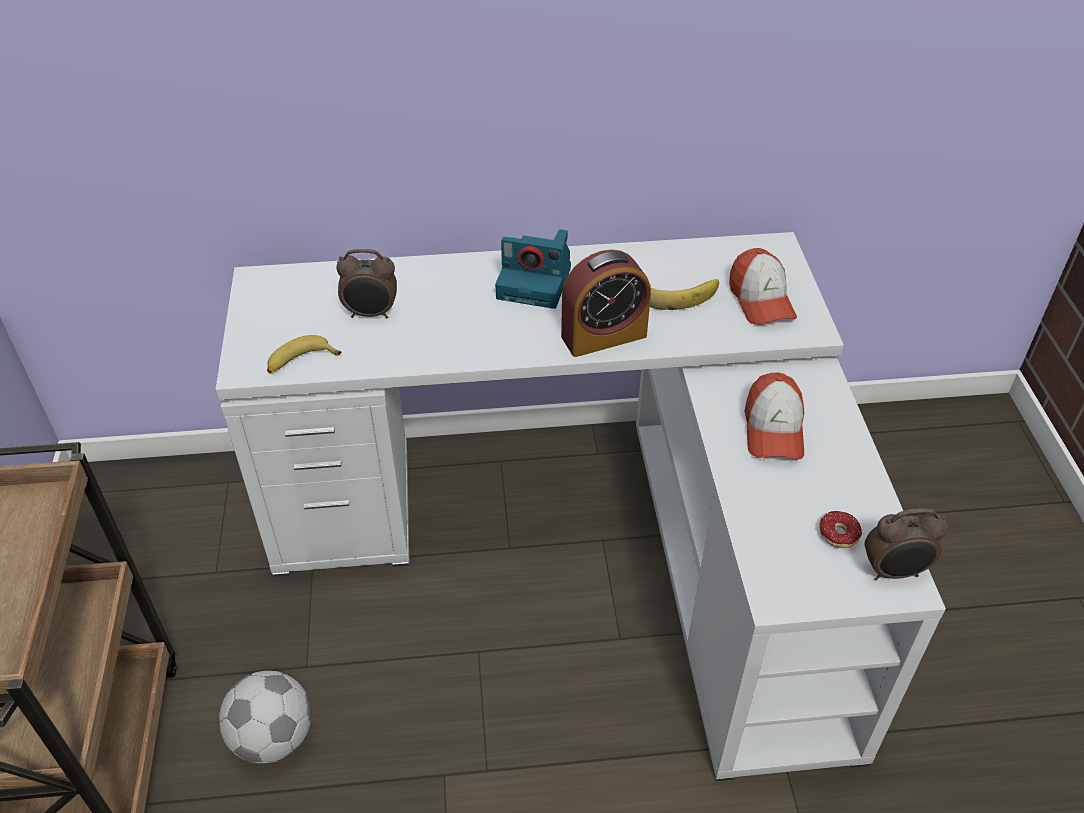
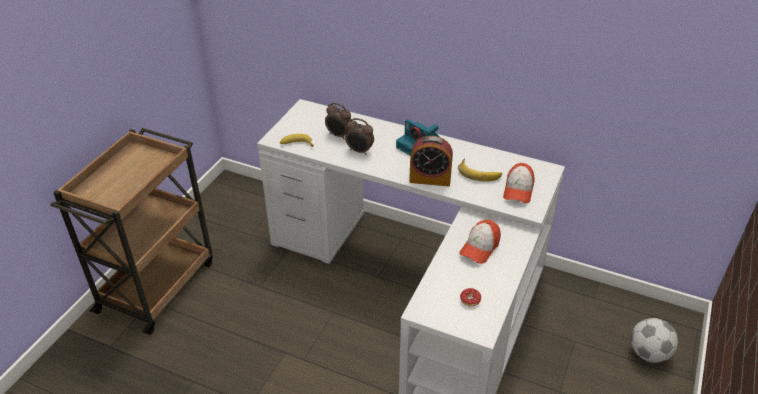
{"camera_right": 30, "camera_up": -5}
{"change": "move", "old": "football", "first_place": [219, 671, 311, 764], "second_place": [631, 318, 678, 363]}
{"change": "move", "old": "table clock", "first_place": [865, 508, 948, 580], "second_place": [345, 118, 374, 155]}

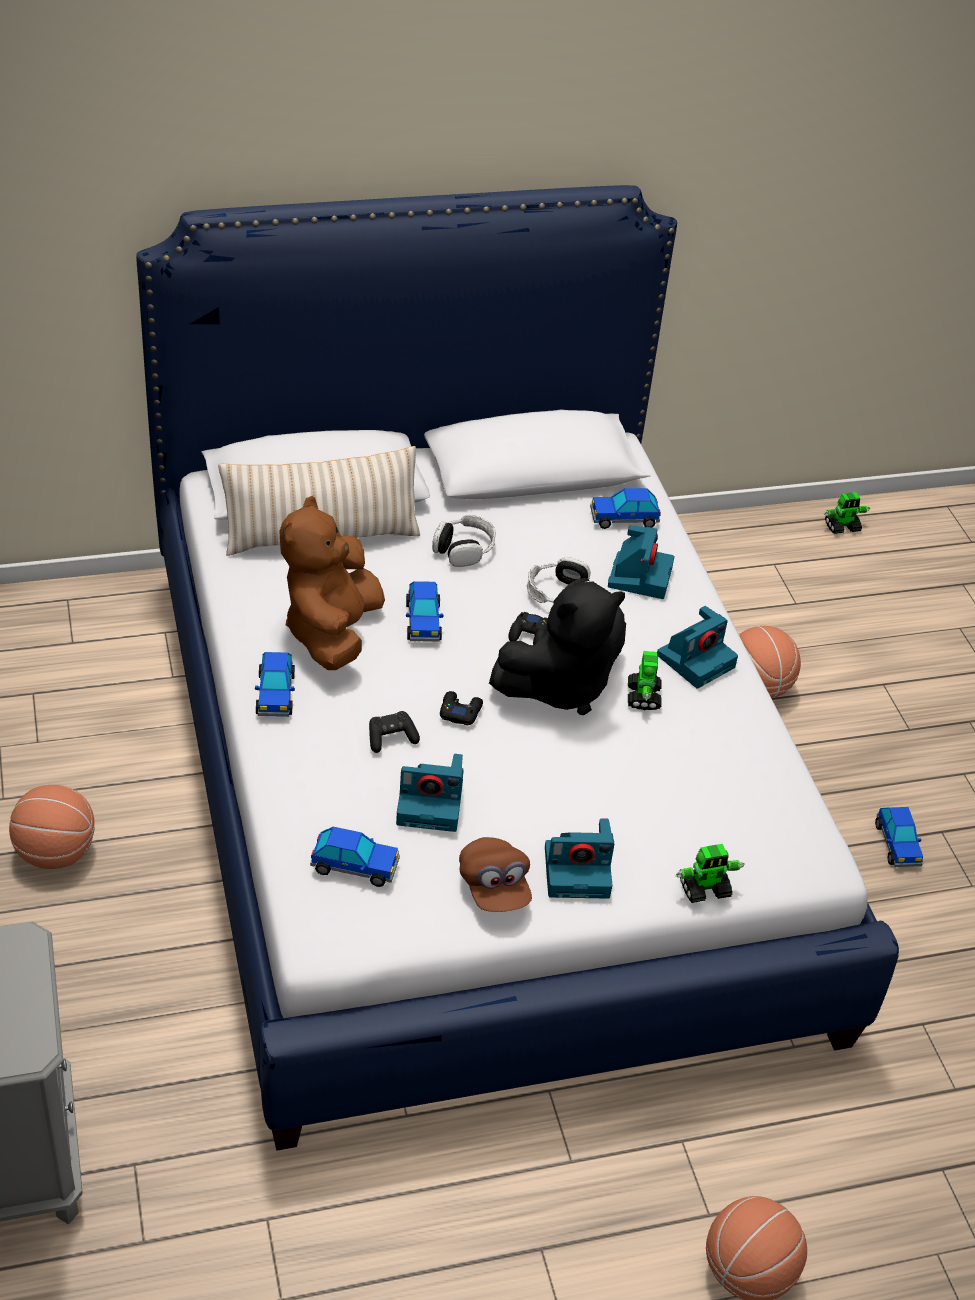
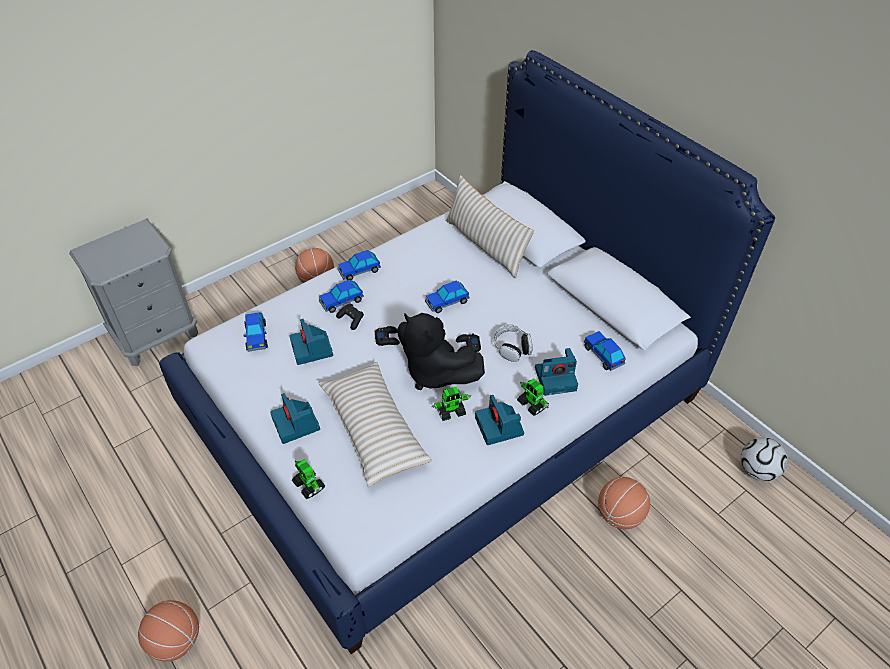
{"camera_right": 70, "camera_up": 5}
{"change": "delete", "old": "cuddly toy (brown)", "first_place": [279, 496, 385, 670]}
{"change": "delete", "old": "headset", "first_place": [432, 515, 495, 567]}
{"change": "delete", "old": "peaked cap (brown)", "first_place": [459, 837, 532, 912]}
{"change": "rotate", "old": "photo camera", "first_place": [657, 606, 738, 689], "second_place": [475, 395, 524, 445], "degrees": 45}
{"change": "move", "old": "robot figure", "first_place": [824, 492, 870, 534], "second_place": [517, 379, 549, 416]}
{"change": "move", "old": "model car", "first_place": [875, 807, 923, 867], "second_place": [319, 280, 364, 313]}
{"change": "insert", "new": "pillow (beige)", "second_place": [319, 362, 432, 487]}
{"change": "insert", "new": "football", "second_place": [741, 437, 788, 481]}

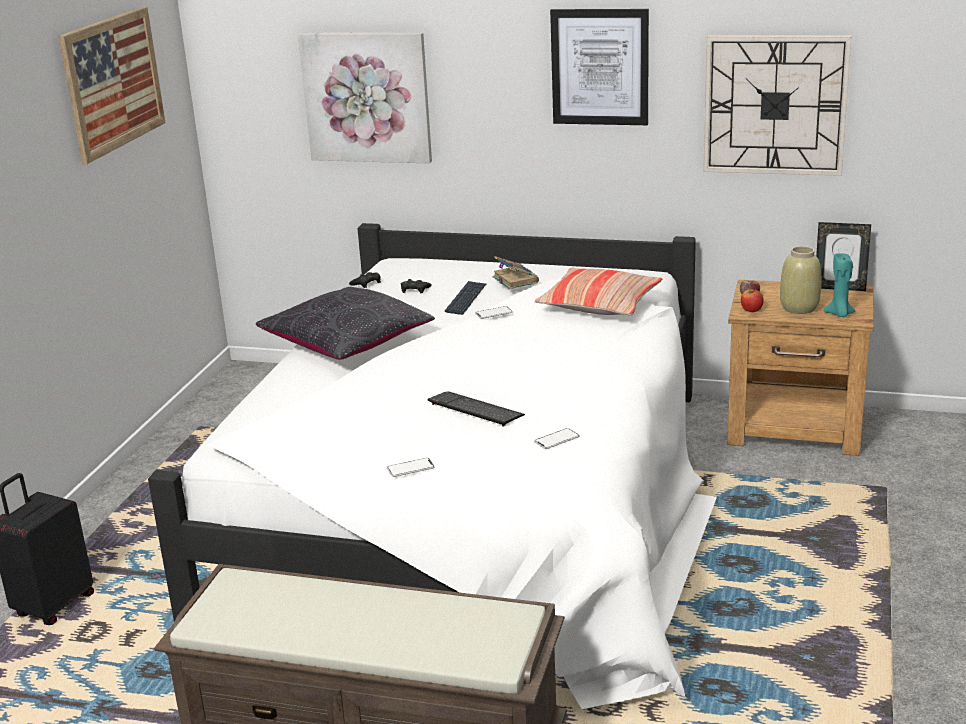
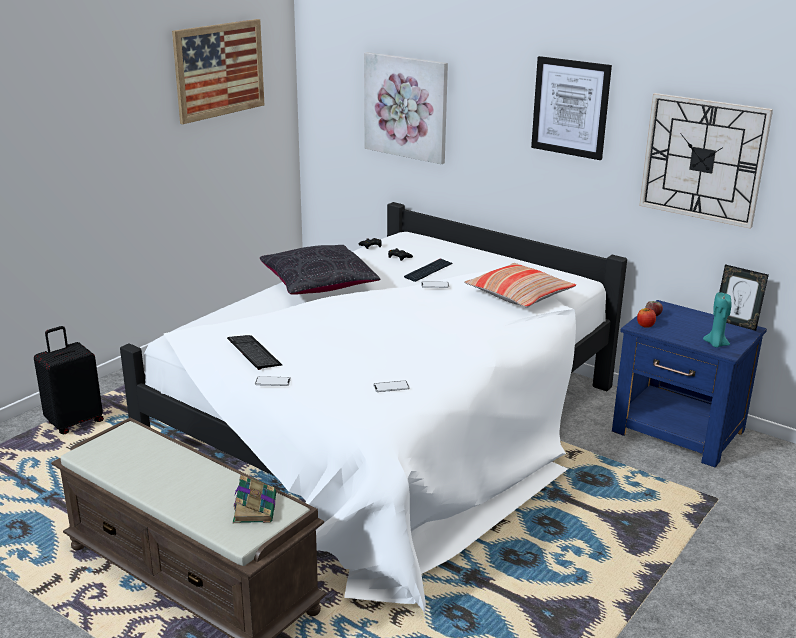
{"camera_right": 20, "camera_up": 0}
{"change": "move", "old": "keyboard", "first_place": [428, 391, 525, 427], "second_place": [227, 335, 282, 370]}
{"change": "move", "old": "volume", "first_place": [493, 256, 539, 290], "second_place": [233, 475, 276, 523]}
{"change": "recolor", "old": "nightstand (brown)", "new": "nightstand (blue)", "first_place": [727, 280, 874, 456], "second_place": [612, 300, 767, 468]}
{"change": "delete", "old": "flower vase (beige)", "first_place": [780, 246, 821, 314]}

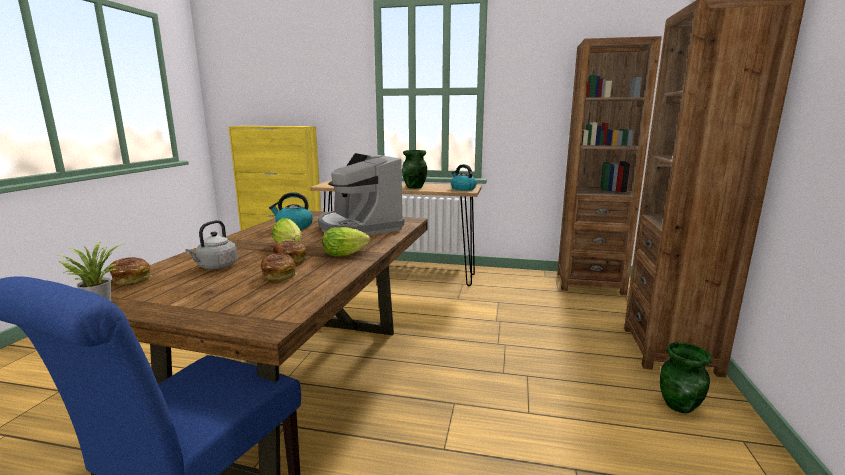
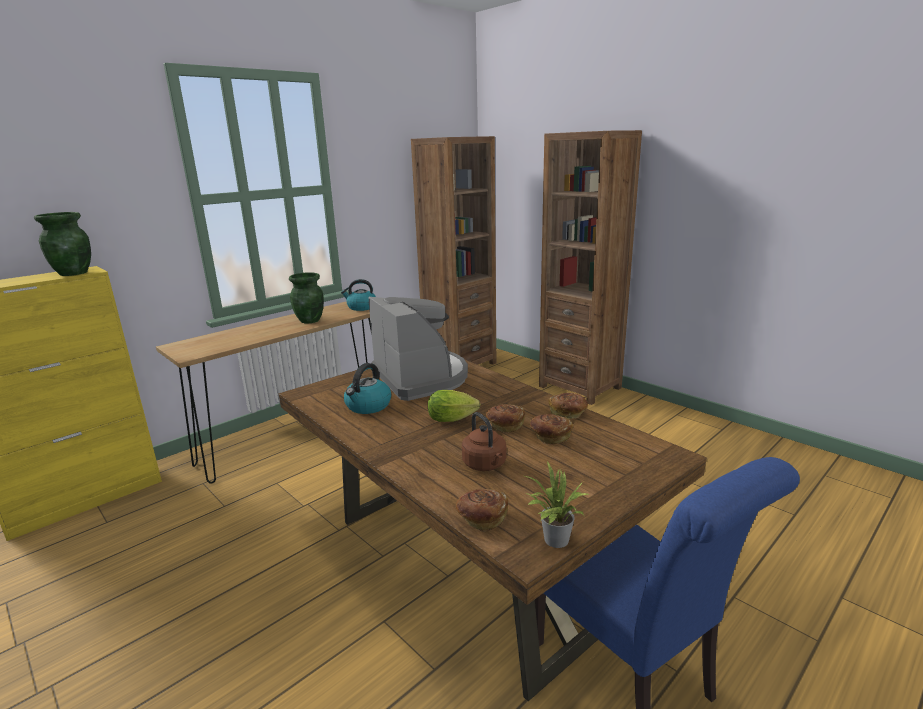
{"camera_right": -55, "camera_up": 5}
{"change": "recolor", "old": "tea kettle (grey)", "new": "tea kettle (brown)", "first_place": [185, 220, 238, 269], "second_place": [462, 412, 506, 471]}
{"change": "rotate", "old": "coffee brewer", "first_place": [318, 153, 404, 235], "second_place": [368, 297, 468, 401], "degrees": -120}
{"change": "delete", "old": "lettuce", "first_place": [322, 227, 370, 256]}
{"change": "move", "old": "flower vase (greenish)", "first_place": [660, 342, 712, 413], "second_place": [34, 212, 91, 276]}
{"change": "insert", "new": "baked bread", "second_place": [549, 393, 588, 419]}

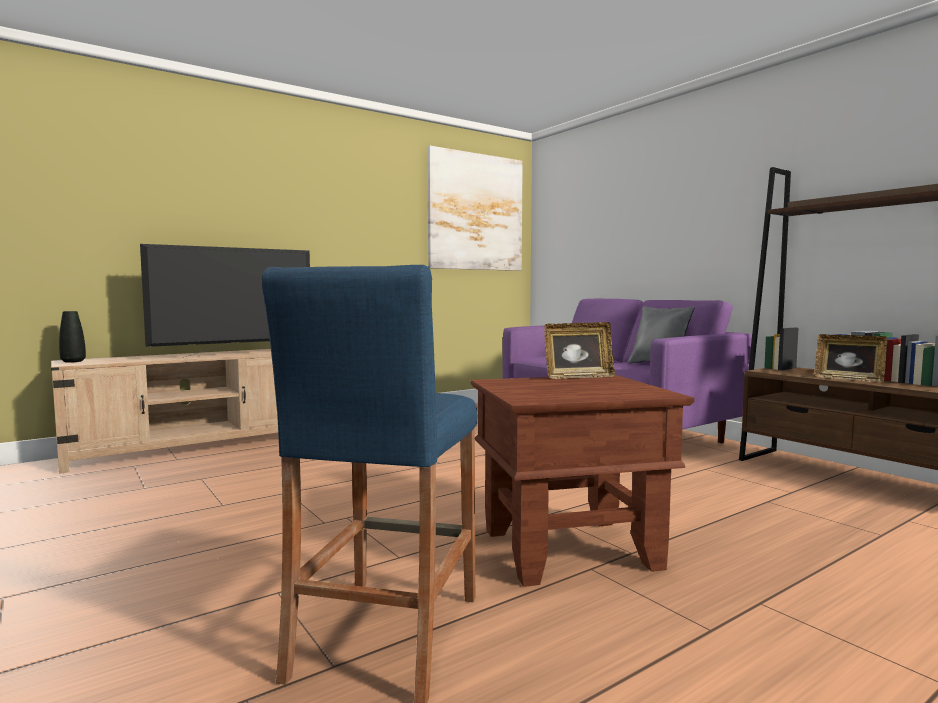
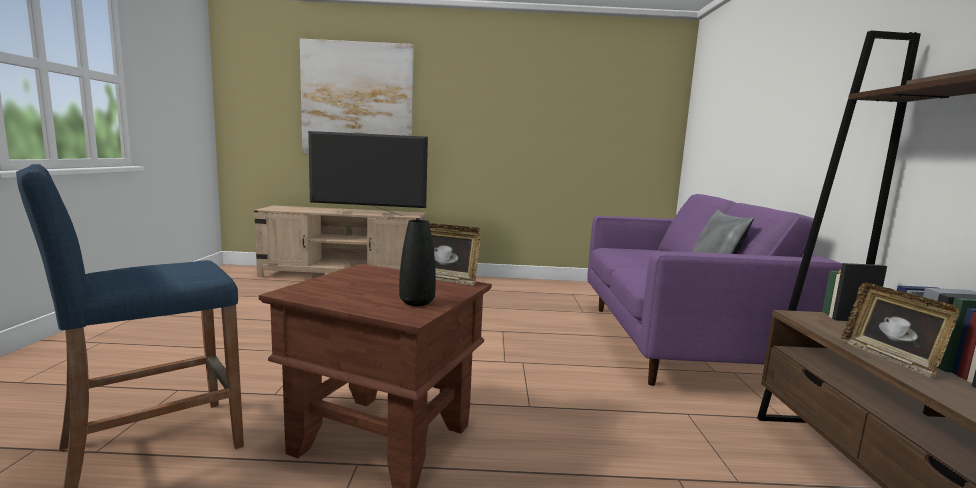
{"camera_right": 35, "camera_up": 5}
{"change": "move", "old": "flower vase (blackish)", "first_place": [59, 311, 86, 363], "second_place": [399, 220, 436, 306]}
{"change": "move", "old": "wall picture", "first_place": [427, 146, 523, 271], "second_place": [300, 39, 414, 154]}

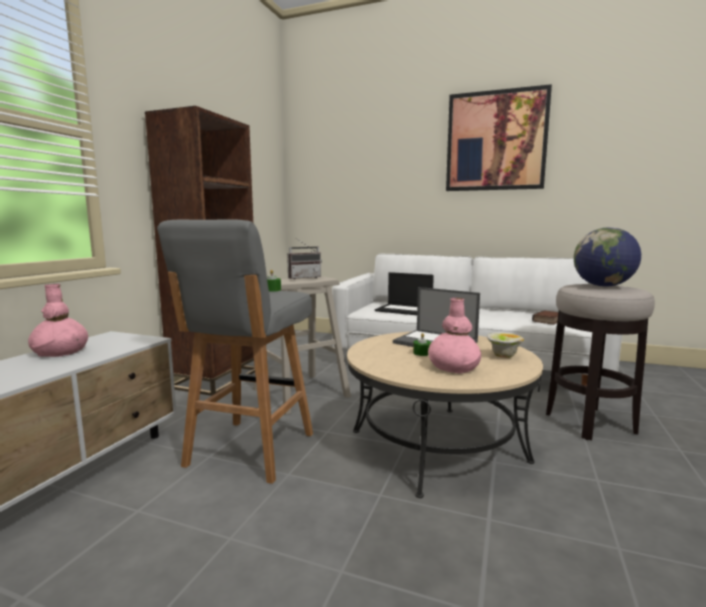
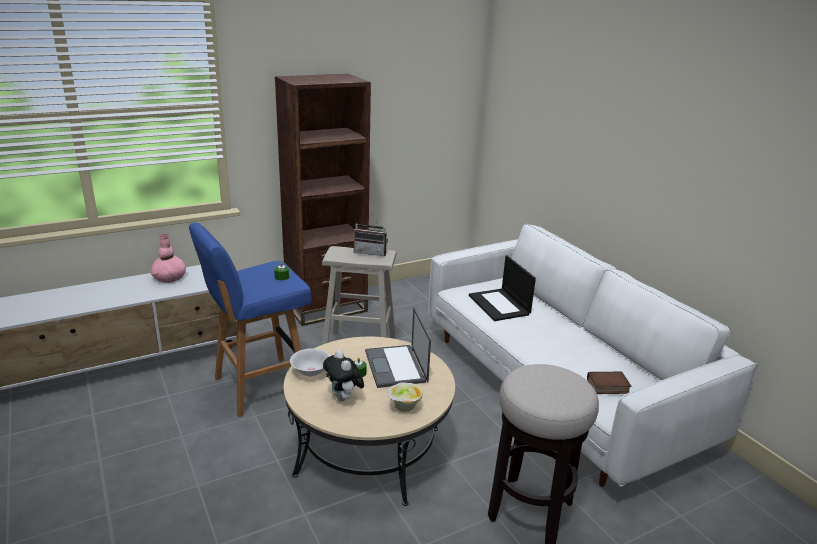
{"camera_right": 40, "camera_up": 15}
{"change": "recolor", "old": "stool (grey)", "new": "stool (blue)", "first_place": [157, 219, 313, 484], "second_place": [189, 222, 312, 417]}
{"change": "replace", "old": "flower vase (pink-coloured)", "new": "cuddly toy", "first_place": [428, 297, 481, 374], "second_place": [323, 350, 364, 401]}
{"change": "delete", "old": "wall picture", "first_place": [446, 84, 552, 191]}
{"change": "delete", "old": "world globe", "first_place": [574, 227, 641, 287]}
{"change": "insert", "new": "bowl (white-coloured)", "second_place": [290, 348, 330, 377]}

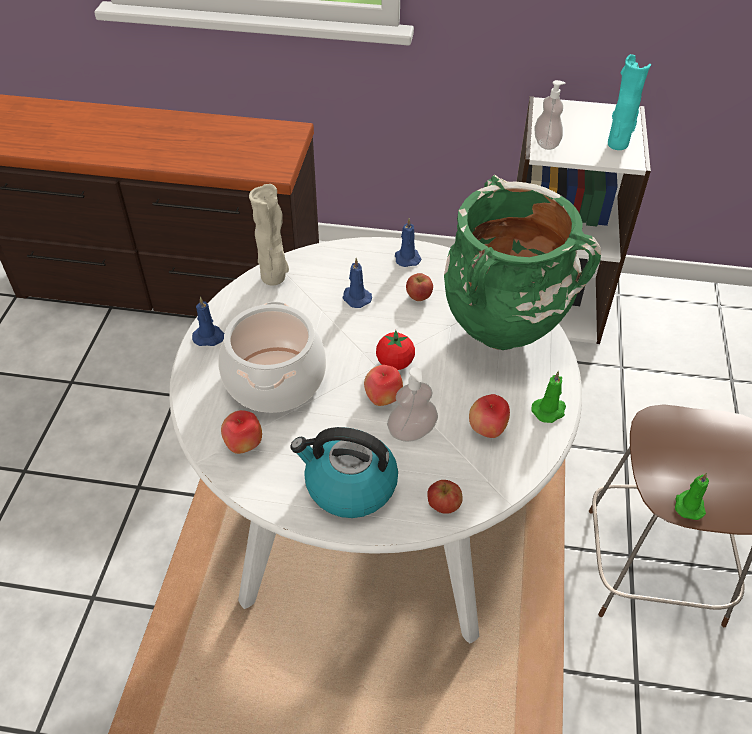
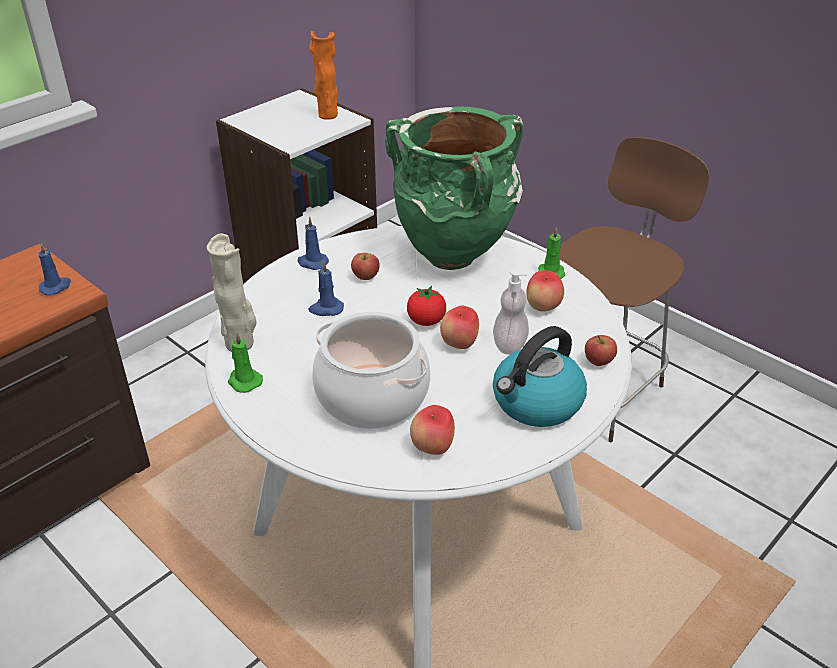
{"camera_right": -55, "camera_up": -10}
{"change": "move", "old": "wax candle (blue)", "first_place": [192, 296, 224, 346], "second_place": [39, 243, 71, 296]}
{"change": "delete", "old": "soap bottle", "first_place": [534, 80, 566, 150]}
{"change": "recolor", "old": "flower vase (turquoise-coloured)", "new": "flower vase (orange-coloured)", "first_place": [608, 54, 651, 150], "second_place": [309, 31, 338, 120]}
{"change": "move", "old": "wax candle (greenish)", "first_place": [675, 473, 709, 520], "second_place": [228, 332, 263, 393]}

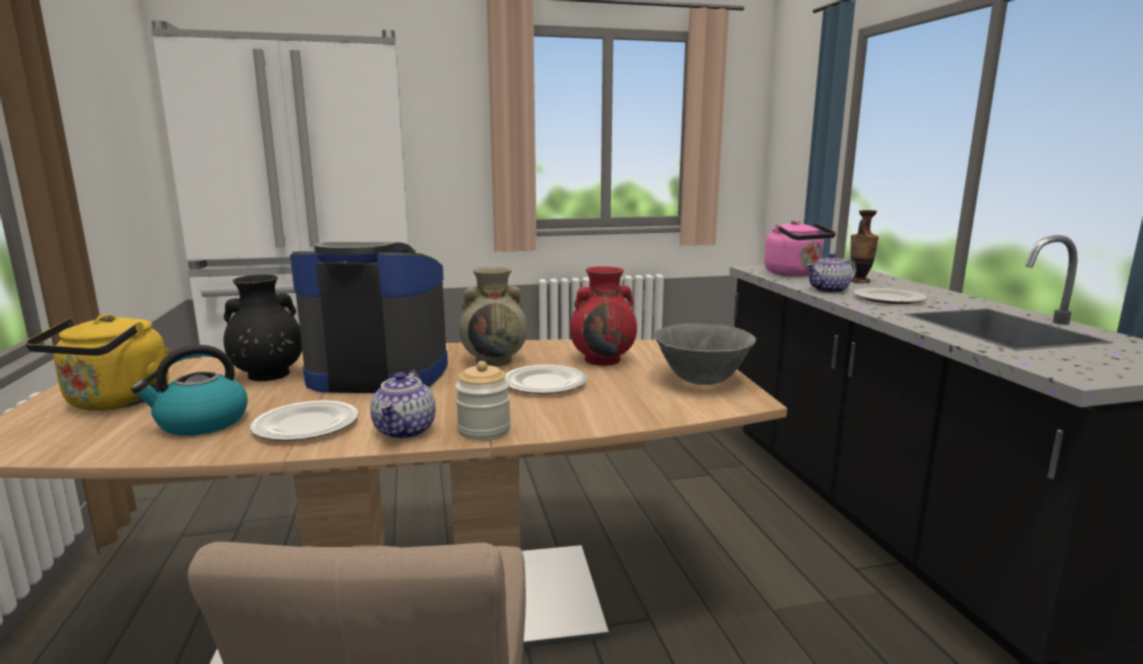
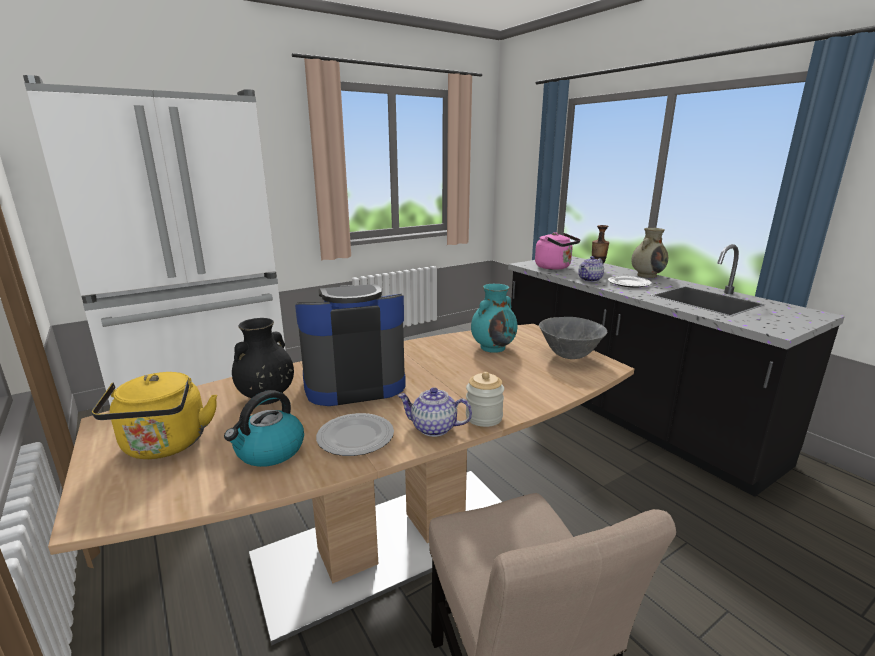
{"camera_right": -20, "camera_up": 5}
{"change": "rotate", "old": "pot for tea", "first_place": [370, 371, 436, 439], "second_place": [397, 387, 472, 437], "degrees": 120}
{"change": "move", "old": "flower vase (beige)", "first_place": [459, 267, 527, 366], "second_place": [631, 228, 668, 278]}
{"change": "delete", "old": "flat dish", "first_place": [505, 365, 587, 394]}
{"change": "recolor", "old": "flower vase (reddish)", "new": "flower vase (turquoise-coloured)", "first_place": [570, 266, 637, 366], "second_place": [471, 284, 517, 353]}

